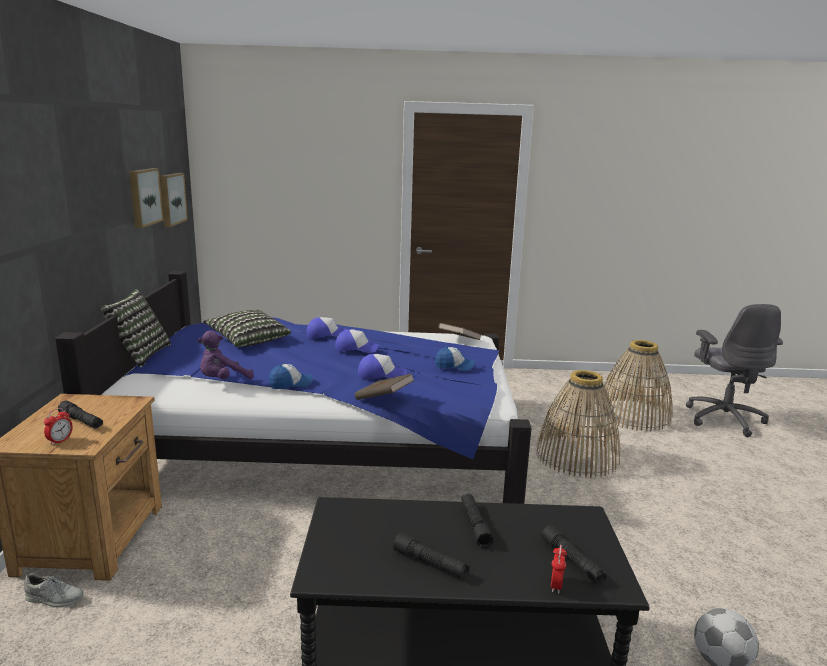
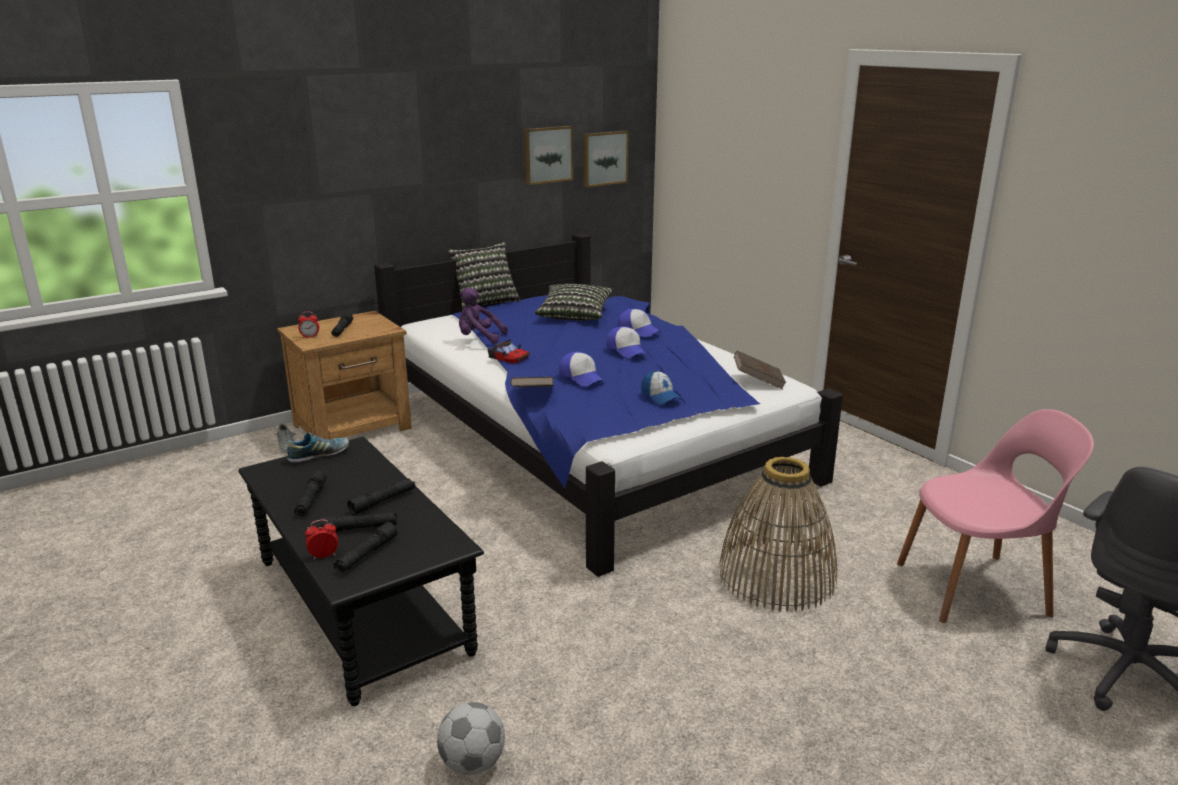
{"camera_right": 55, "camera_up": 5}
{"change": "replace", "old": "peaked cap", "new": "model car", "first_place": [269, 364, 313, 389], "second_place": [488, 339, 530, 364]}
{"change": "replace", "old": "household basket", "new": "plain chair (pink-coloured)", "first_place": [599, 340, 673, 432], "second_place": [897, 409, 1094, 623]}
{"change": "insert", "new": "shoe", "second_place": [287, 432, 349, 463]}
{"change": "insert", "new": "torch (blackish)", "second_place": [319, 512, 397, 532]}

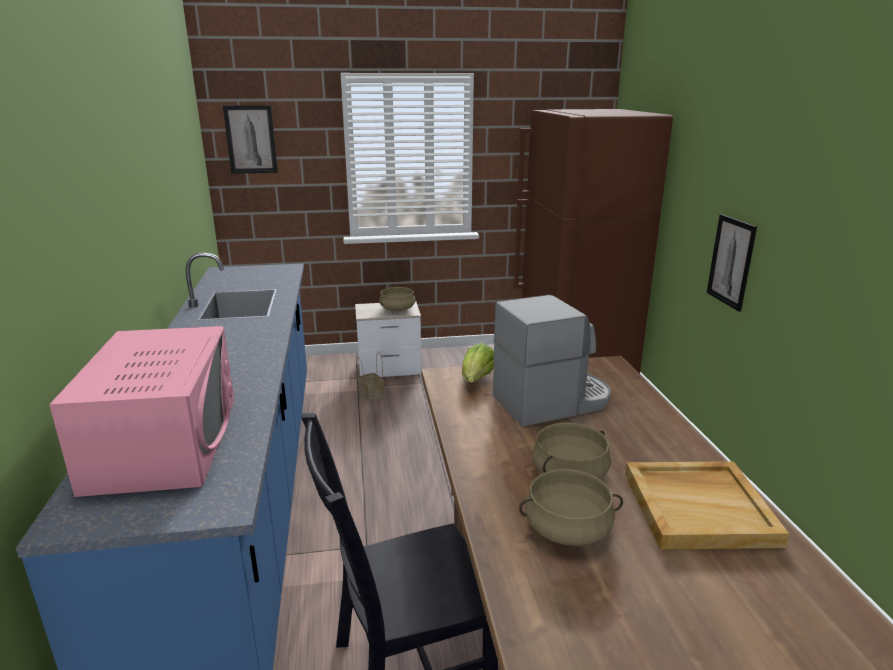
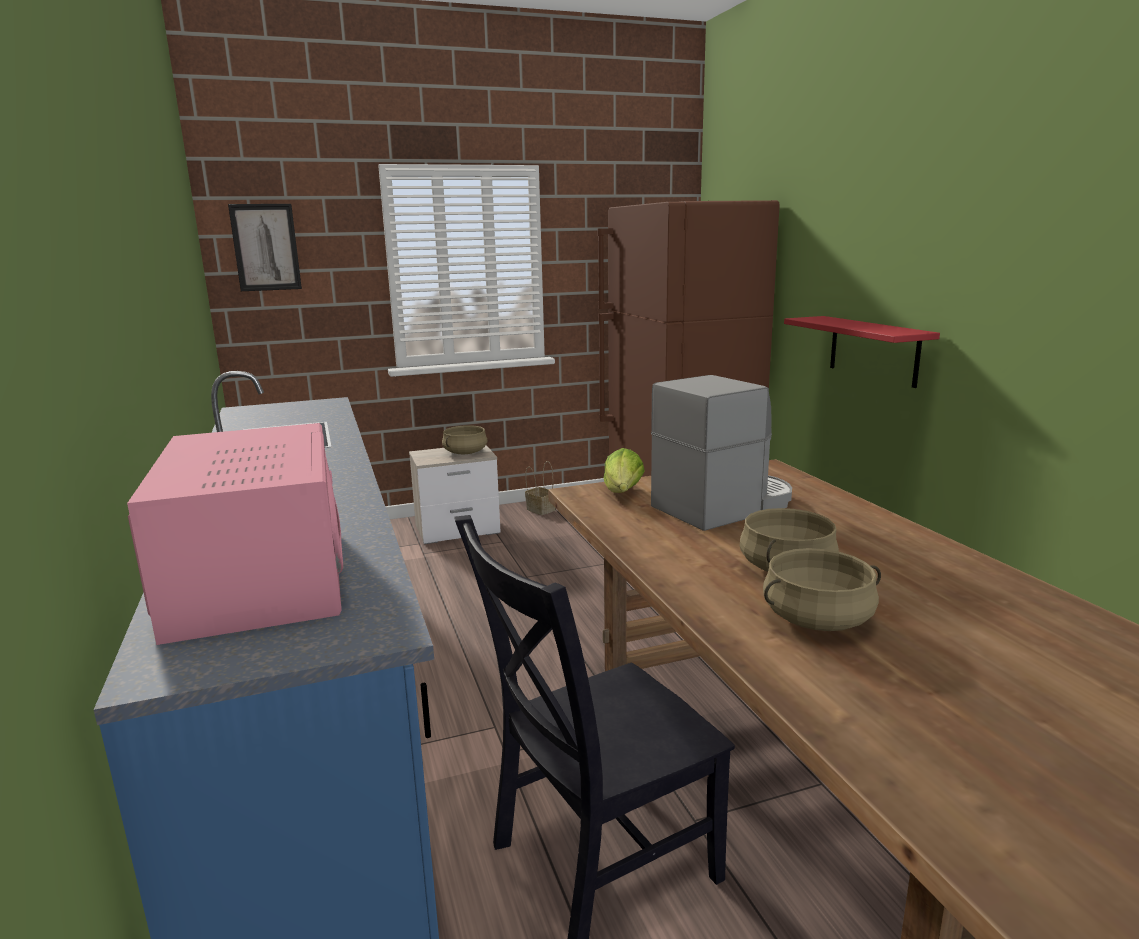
{"camera_right": -10, "camera_up": -5}
{"change": "move", "old": "household basket", "first_place": [357, 351, 384, 401], "second_place": [525, 461, 555, 515]}
{"change": "delete", "old": "serving tray (beige)", "first_place": [625, 461, 789, 549]}
{"change": "replace", "old": "wall picture", "new": "wall shelf (reddish)", "first_place": [707, 214, 757, 312], "second_place": [784, 316, 940, 388]}

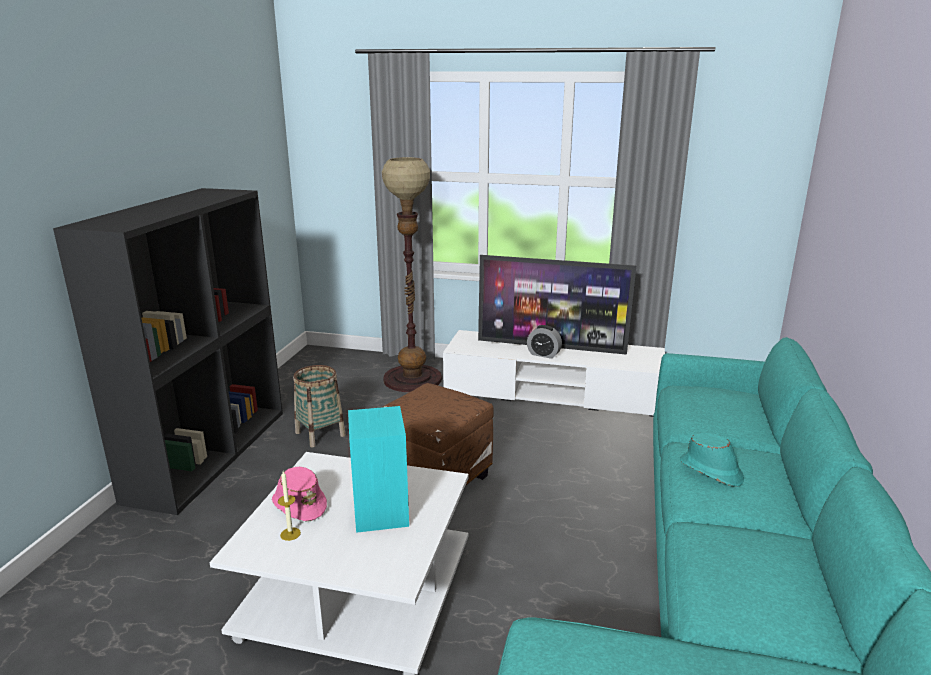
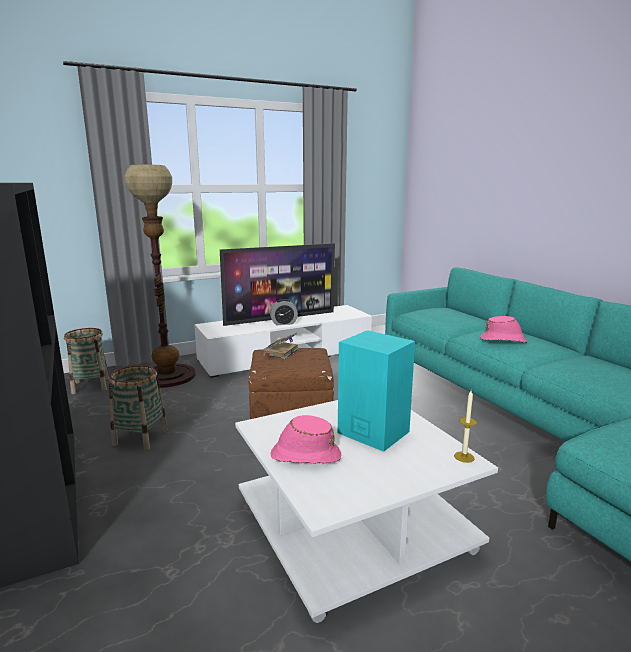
{"camera_right": -40, "camera_up": -5}
{"change": "move", "old": "wax candle", "first_place": [278, 471, 301, 541], "second_place": [454, 391, 477, 463]}
{"change": "recolor", "old": "wearable hat (turquoise-coloured)", "new": "wearable hat (pink-coloured)", "first_place": [680, 433, 744, 487], "second_place": [480, 316, 527, 343]}
{"change": "insert", "new": "household basket", "second_place": [64, 328, 109, 394]}
{"change": "insert", "new": "volume", "second_place": [262, 333, 299, 359]}

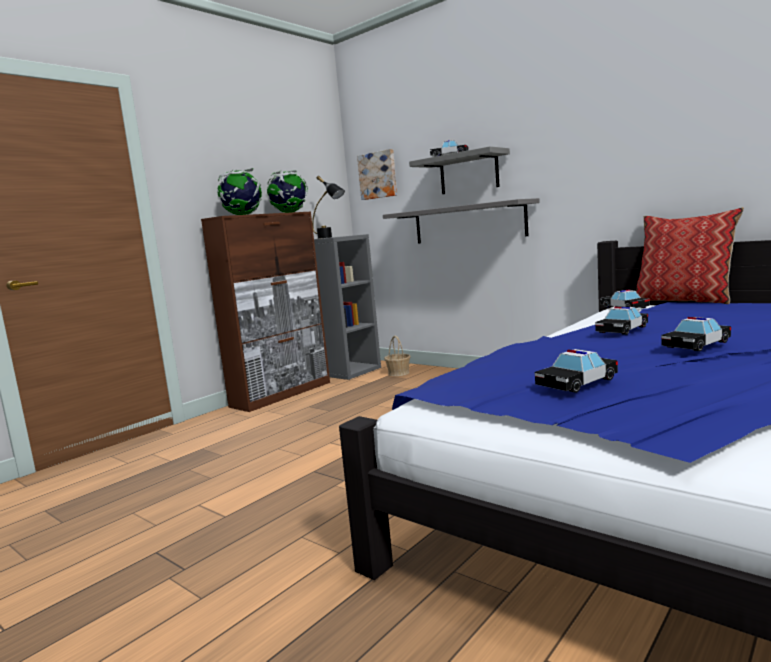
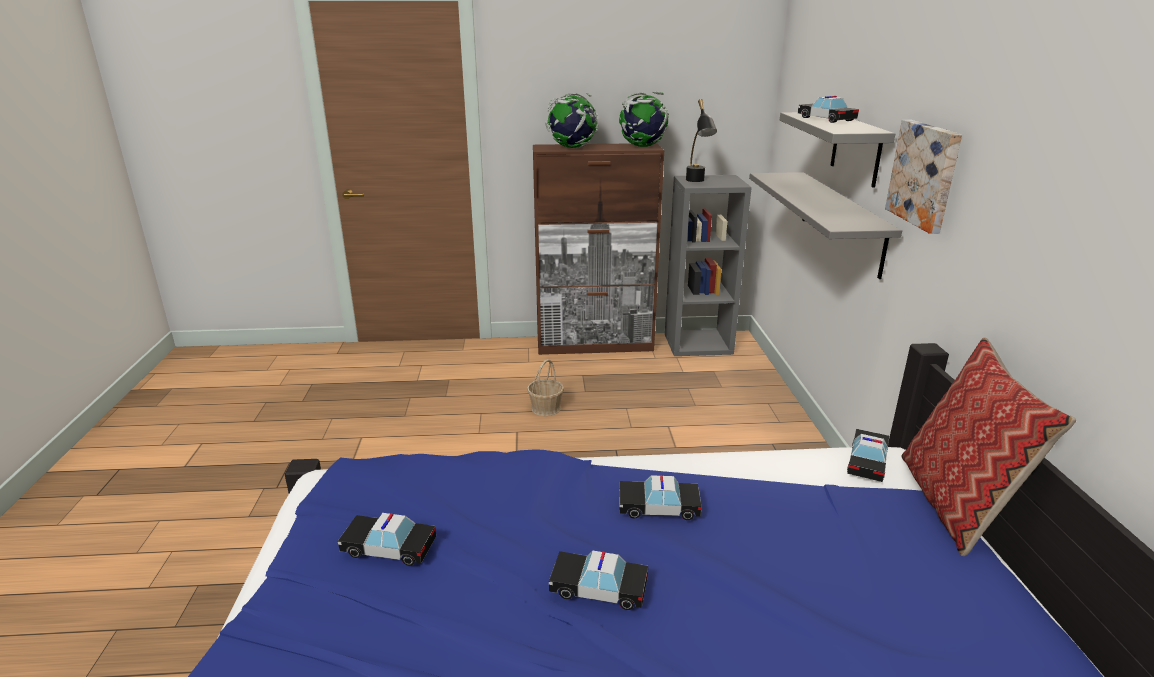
{"camera_right": 45, "camera_up": 15}
{"change": "move", "old": "wall picture", "first_place": [357, 149, 397, 200], "second_place": [885, 120, 962, 234]}
{"change": "move", "old": "household basket", "first_place": [384, 336, 411, 376], "second_place": [527, 359, 564, 416]}

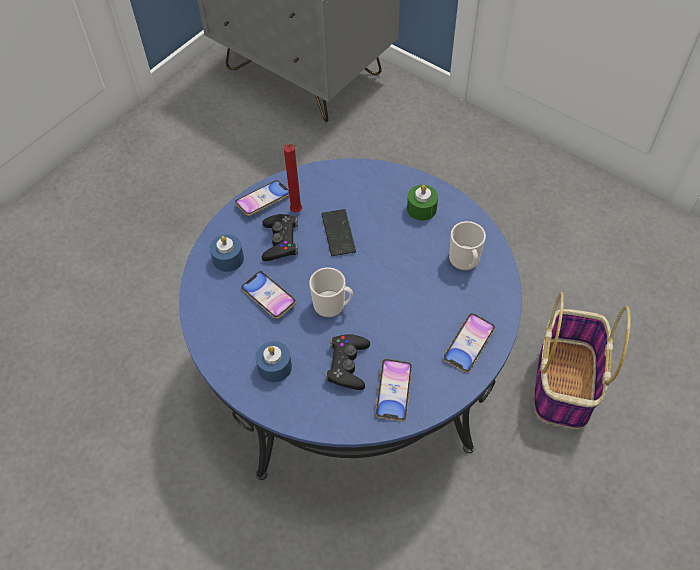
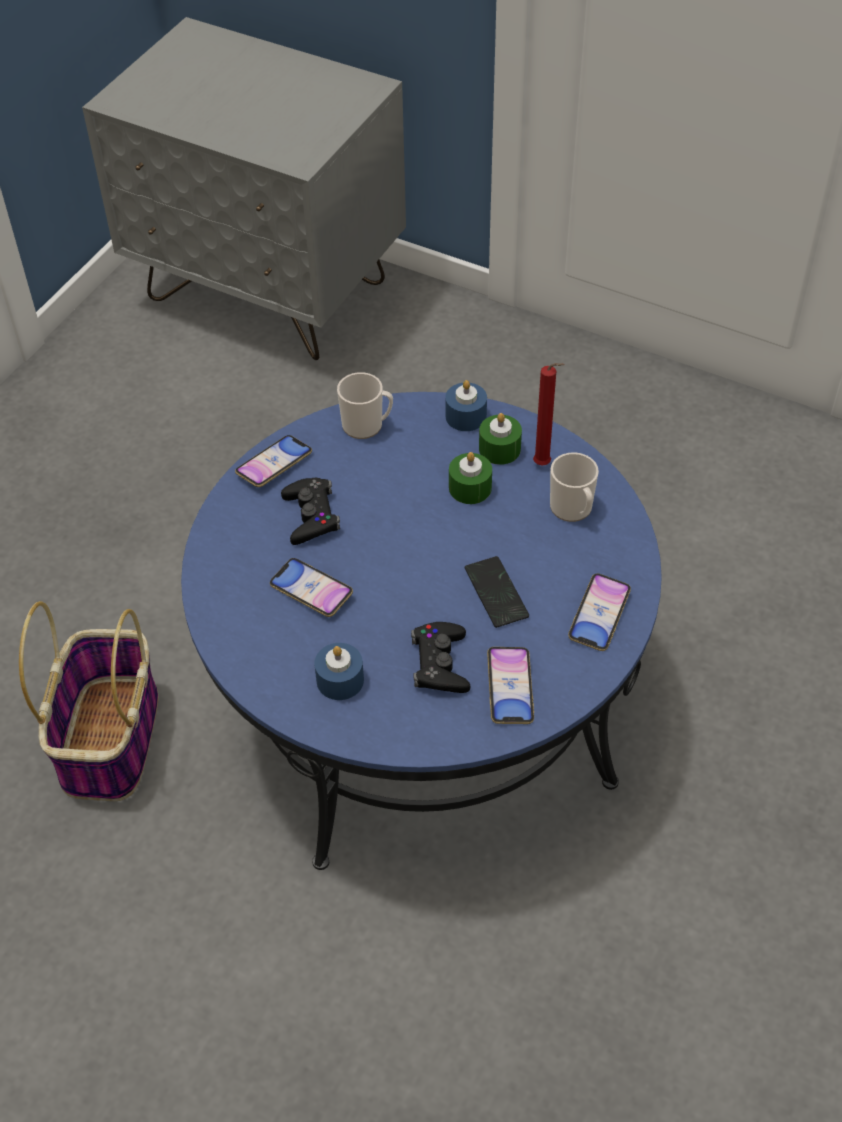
{"camera_right": -10, "camera_up": -5}
{"change": "move", "old": "wax candle (blue)", "first_place": [210, 234, 244, 272], "second_place": [445, 380, 487, 431]}
{"change": "move", "old": "wax candle (reddish)", "first_place": [284, 143, 302, 212], "second_place": [533, 363, 565, 465]}
{"change": "move", "old": "coffee mug", "first_place": [309, 267, 353, 318], "second_place": [337, 372, 393, 439]}
{"change": "move", "old": "handset", "first_place": [322, 209, 356, 256], "second_place": [465, 556, 529, 628]}
{"change": "move", "old": "household basket", "first_place": [534, 292, 631, 429], "second_place": [19, 601, 159, 801]}
{"change": "insert", "new": "wax candle (greenish)", "second_place": [449, 452, 492, 504]}

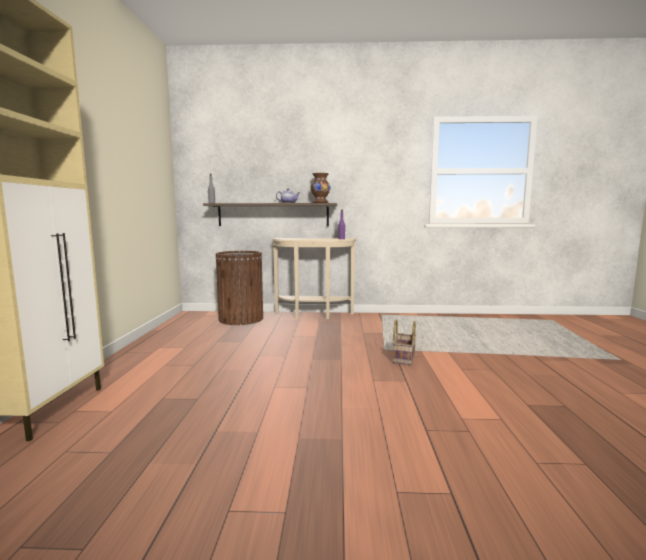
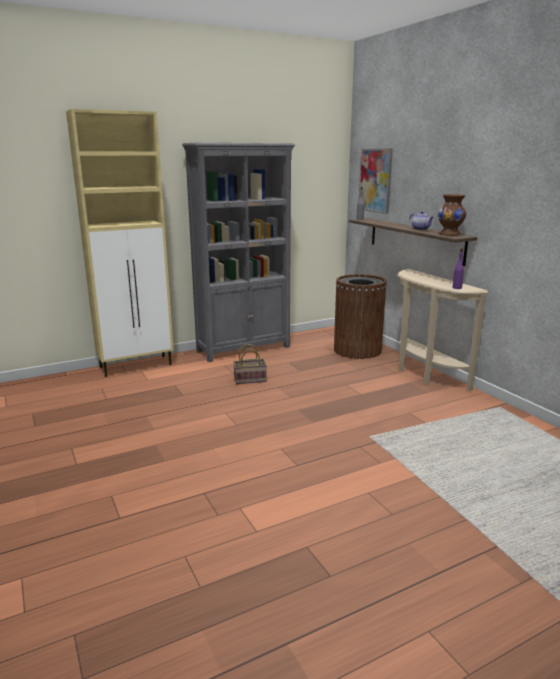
{"camera_right": 60, "camera_up": 10}
{"change": "move", "old": "household basket", "first_place": [392, 319, 416, 365], "second_place": [233, 344, 267, 384]}
{"change": "insert", "new": "bookcase (grey)", "second_place": [182, 143, 295, 362]}
{"change": "insert", "new": "wall picture", "second_place": [359, 148, 393, 214]}

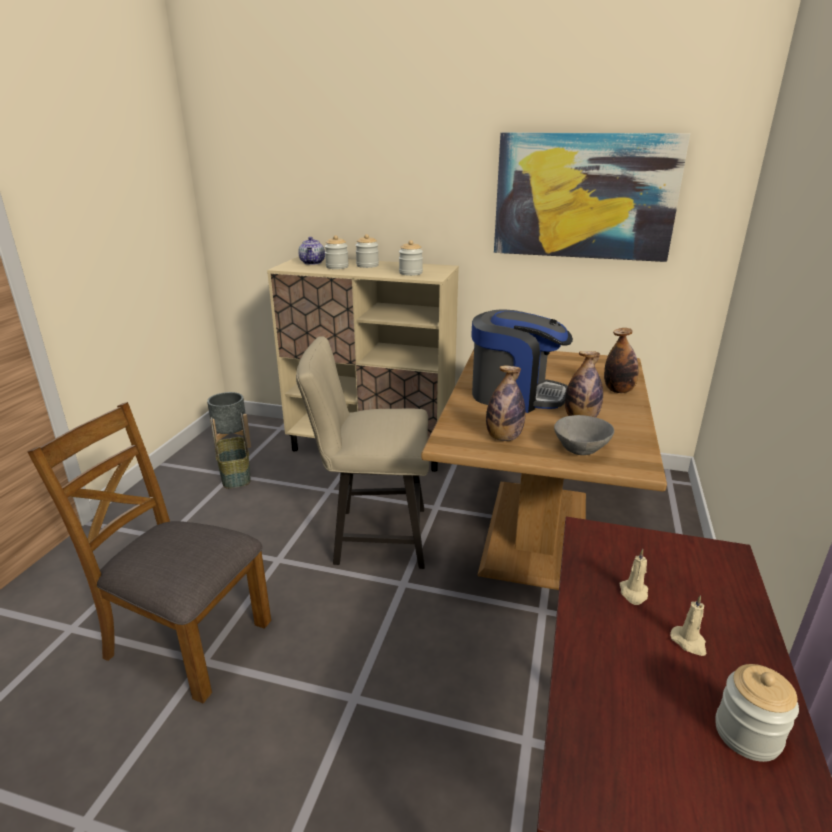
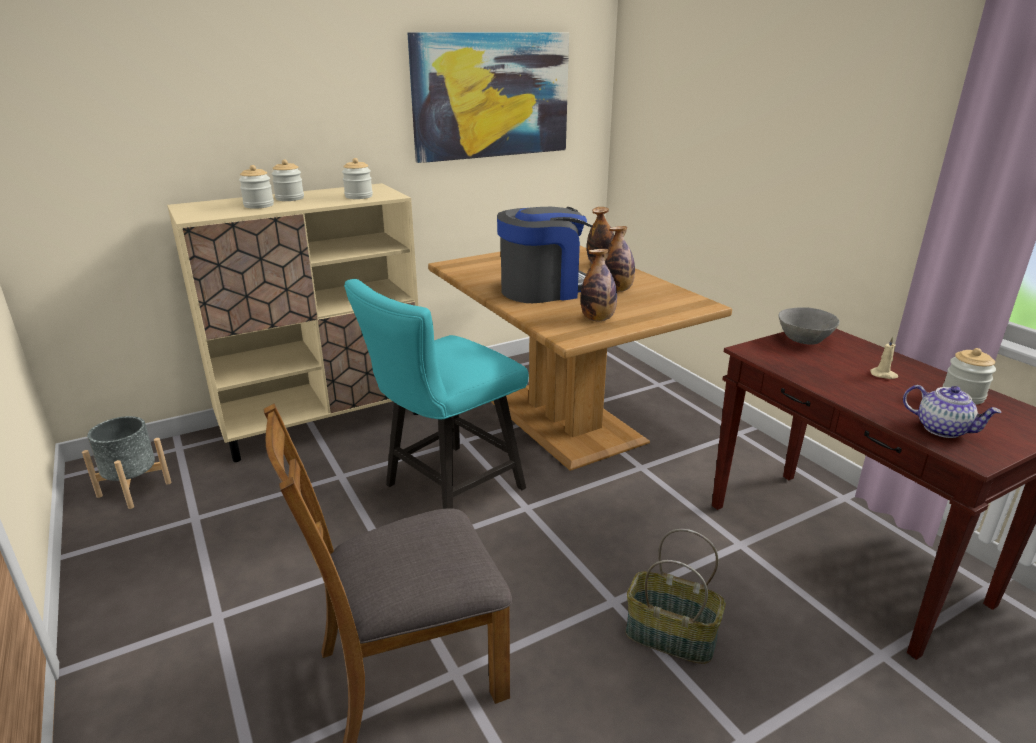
{"camera_right": -45, "camera_up": 0}
{"change": "move", "old": "household basket", "first_place": [211, 413, 251, 489], "second_place": [625, 529, 725, 664]}
{"change": "recolor", "old": "plain chair (beige)", "new": "plain chair (turquoise-coloured)", "first_place": [296, 336, 429, 569], "second_place": [344, 279, 528, 509]}
{"change": "move", "old": "pot for tea", "first_place": [298, 237, 325, 265], "second_place": [903, 385, 1001, 438]}
{"change": "move", "old": "bowl (grey)", "first_place": [554, 415, 614, 455], "second_place": [778, 307, 839, 345]}
{"change": "delete", "old": "wax candle (beige)", "first_place": [619, 549, 648, 605]}

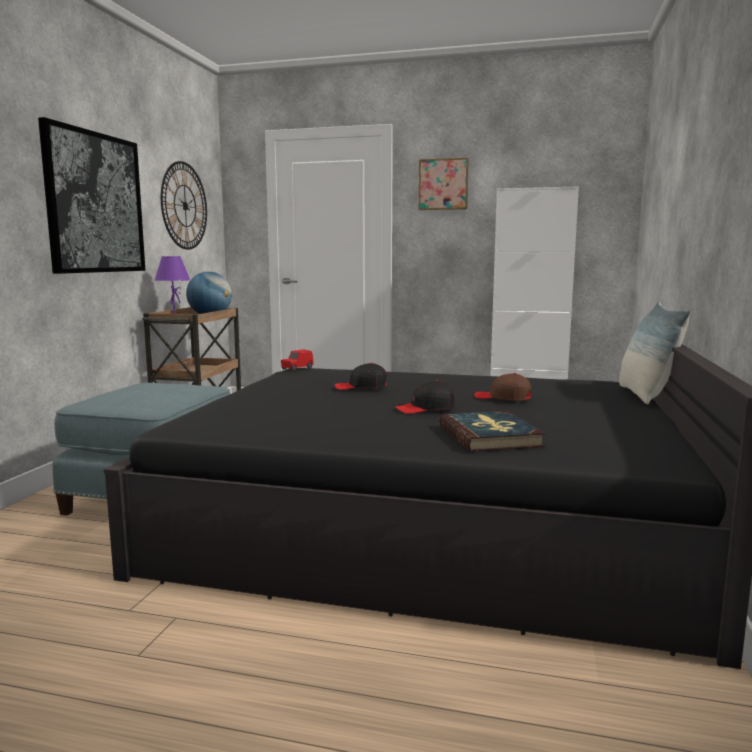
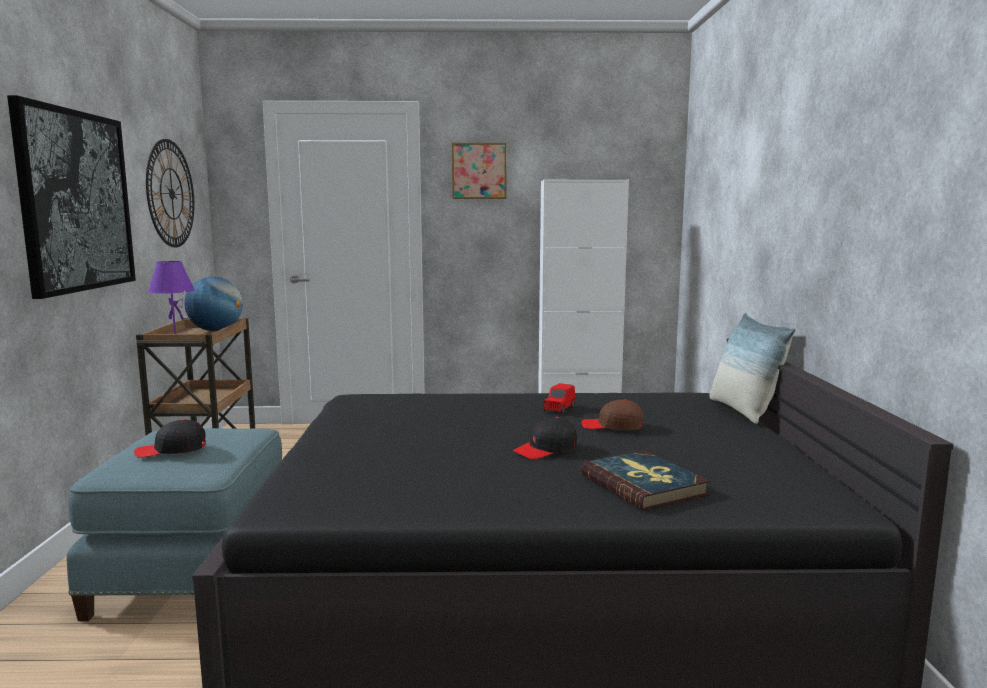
{"camera_right": -15, "camera_up": 0}
{"change": "move", "old": "model car (reddish)", "first_place": [281, 349, 313, 371], "second_place": [543, 383, 575, 414]}
{"change": "move", "old": "peaked cap (blackish)", "first_place": [334, 363, 387, 390], "second_place": [134, 419, 206, 458]}

